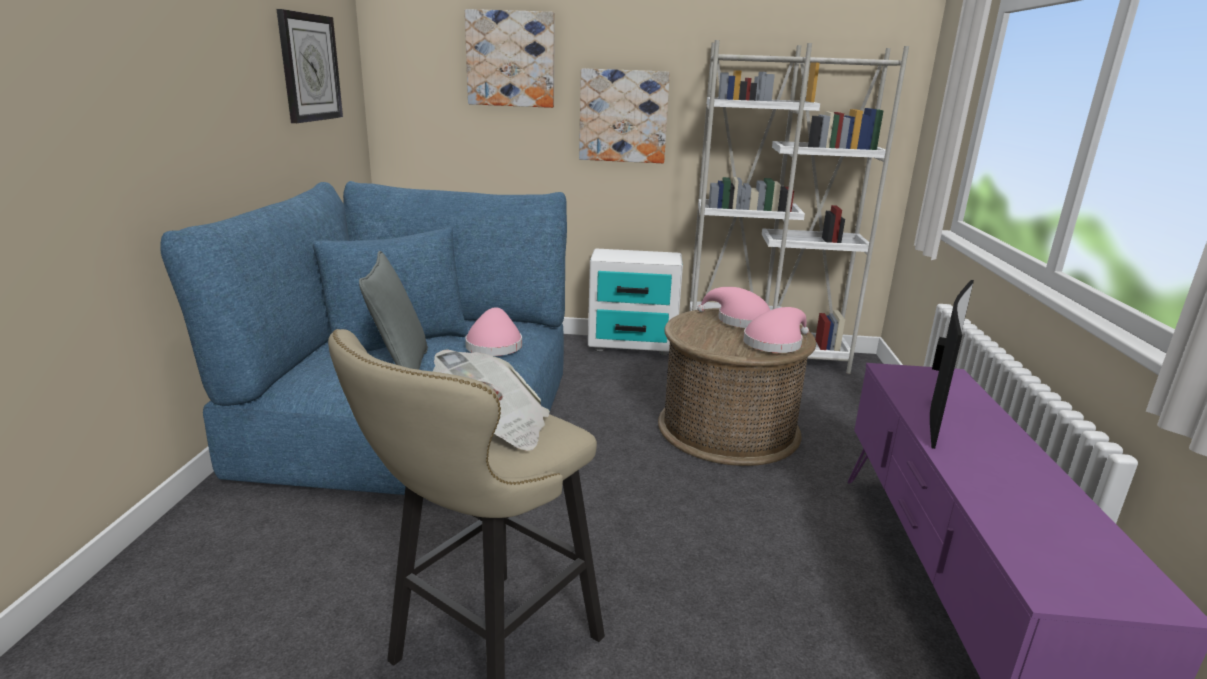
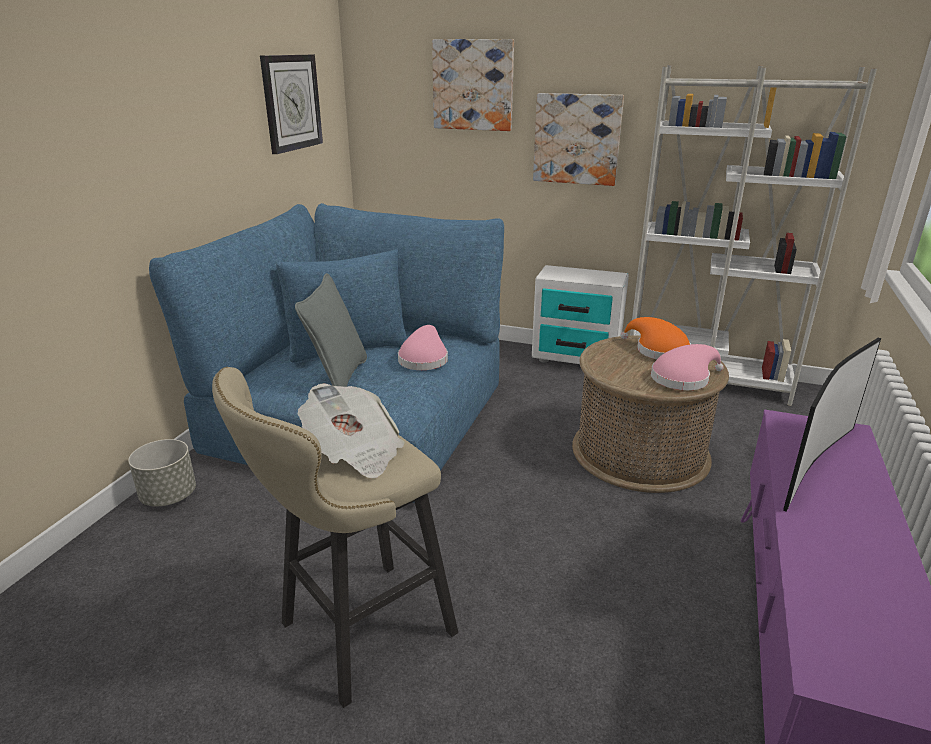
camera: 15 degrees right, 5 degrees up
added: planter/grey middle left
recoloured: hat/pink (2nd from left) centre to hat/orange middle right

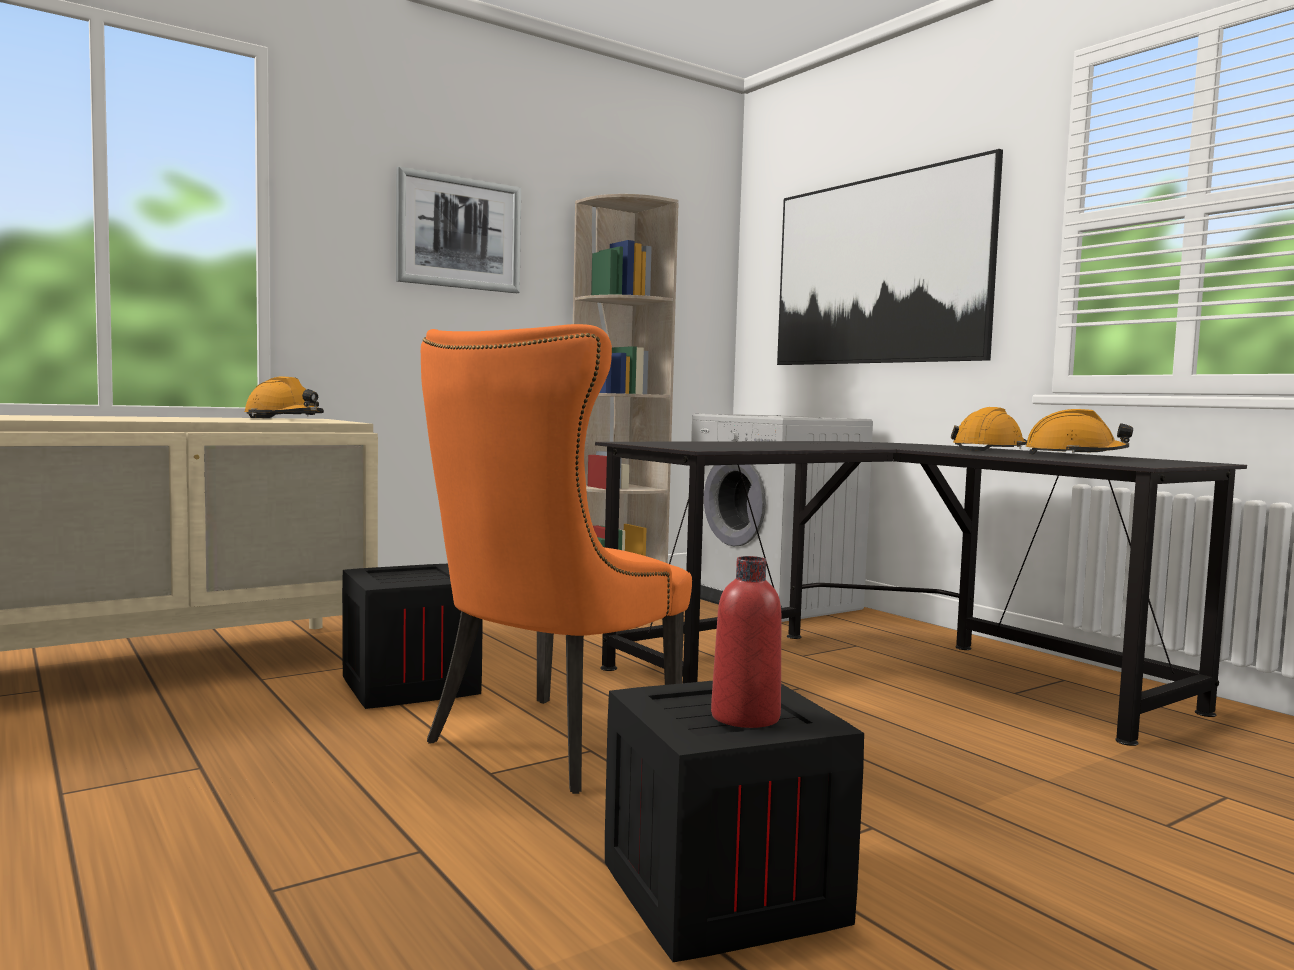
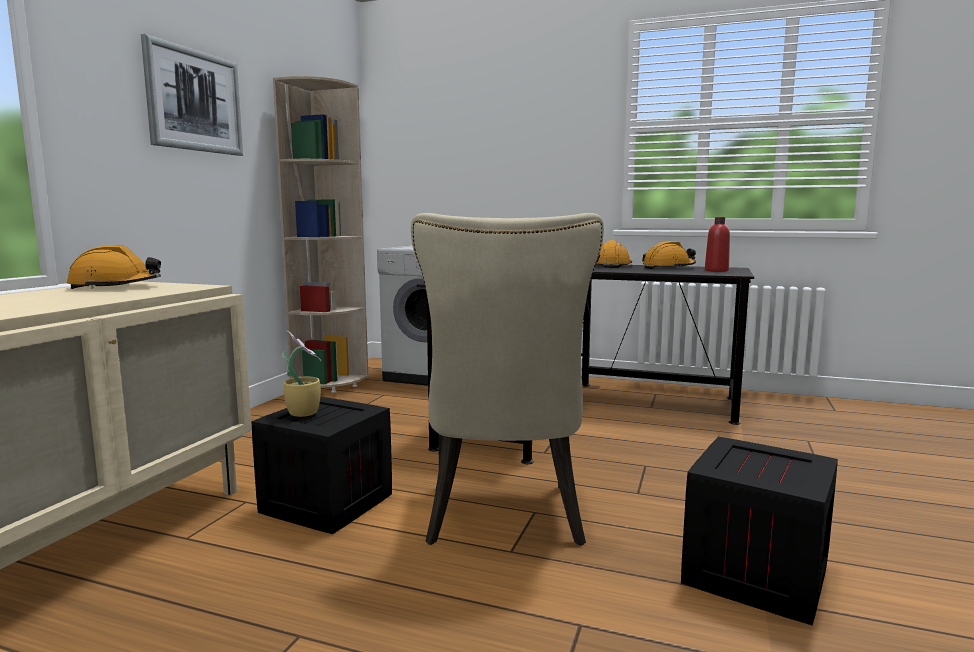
camera: 35 degrees left, 5 degrees up
removed: picture (2nd from left) top right
added: potted plant middle left
moved: bottle/red centre to middle right
recoloured: chair/orange centre to chair/beige centre

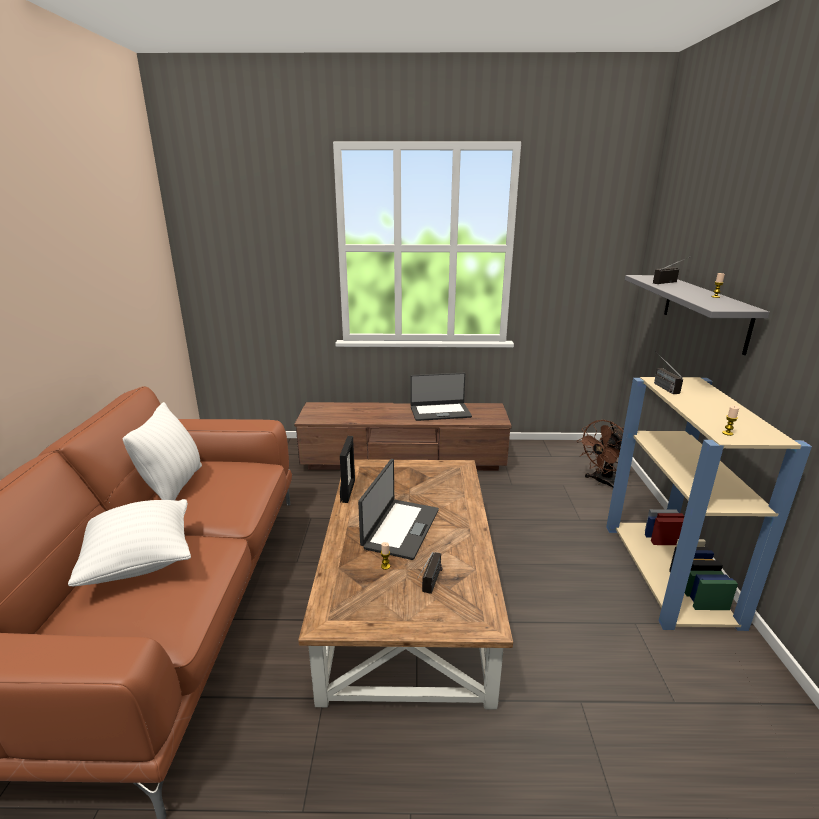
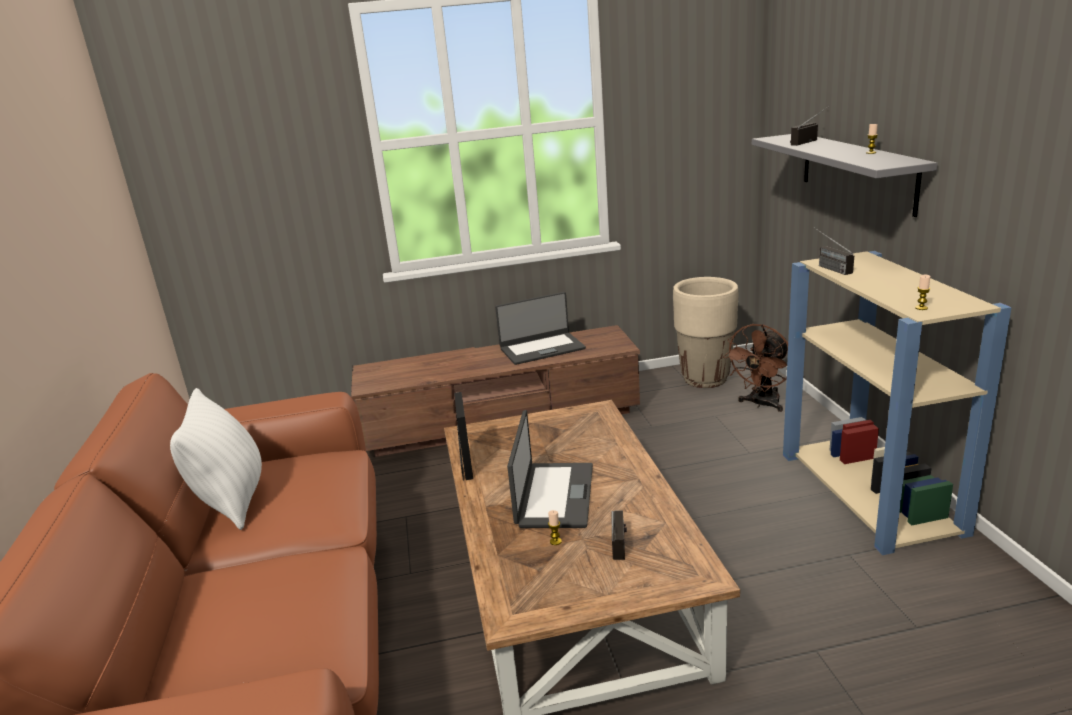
camera: 10 degrees left, 0 degrees up
removed: pillow/white (1st from left) middle left
added: planter/beige centre

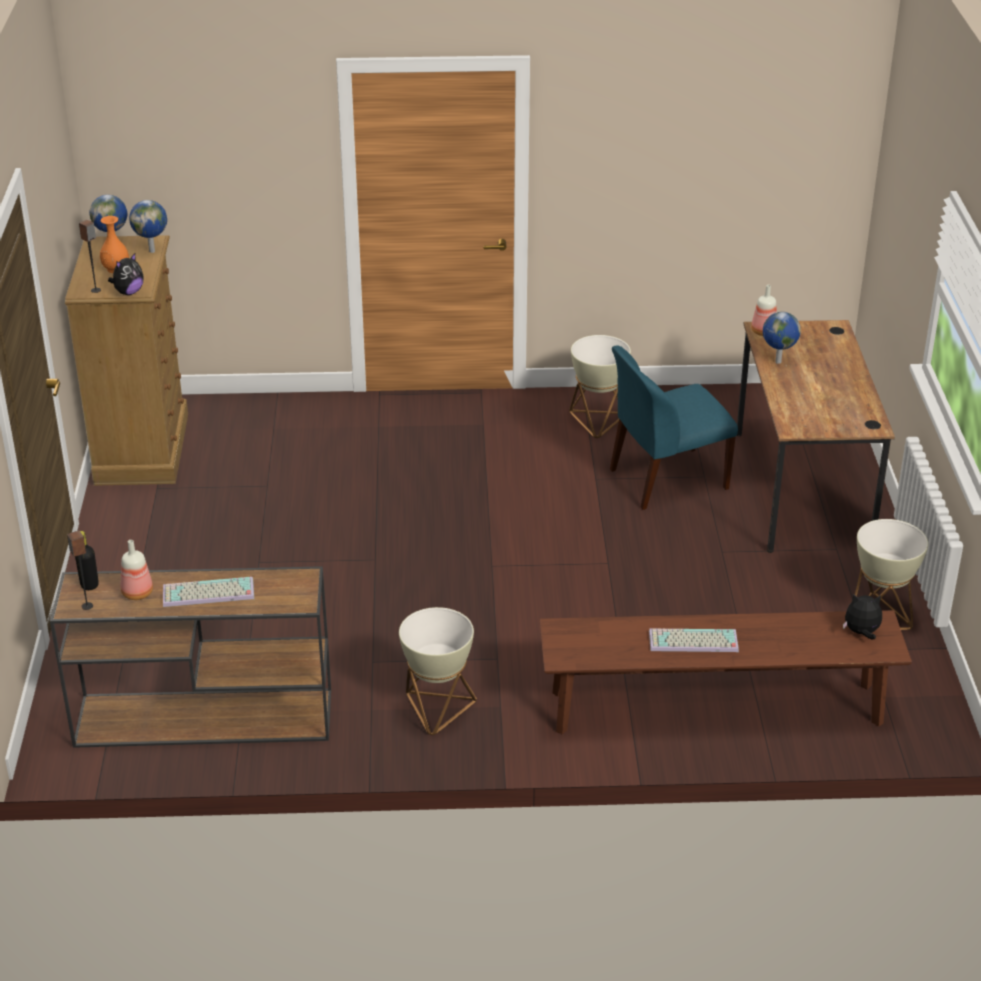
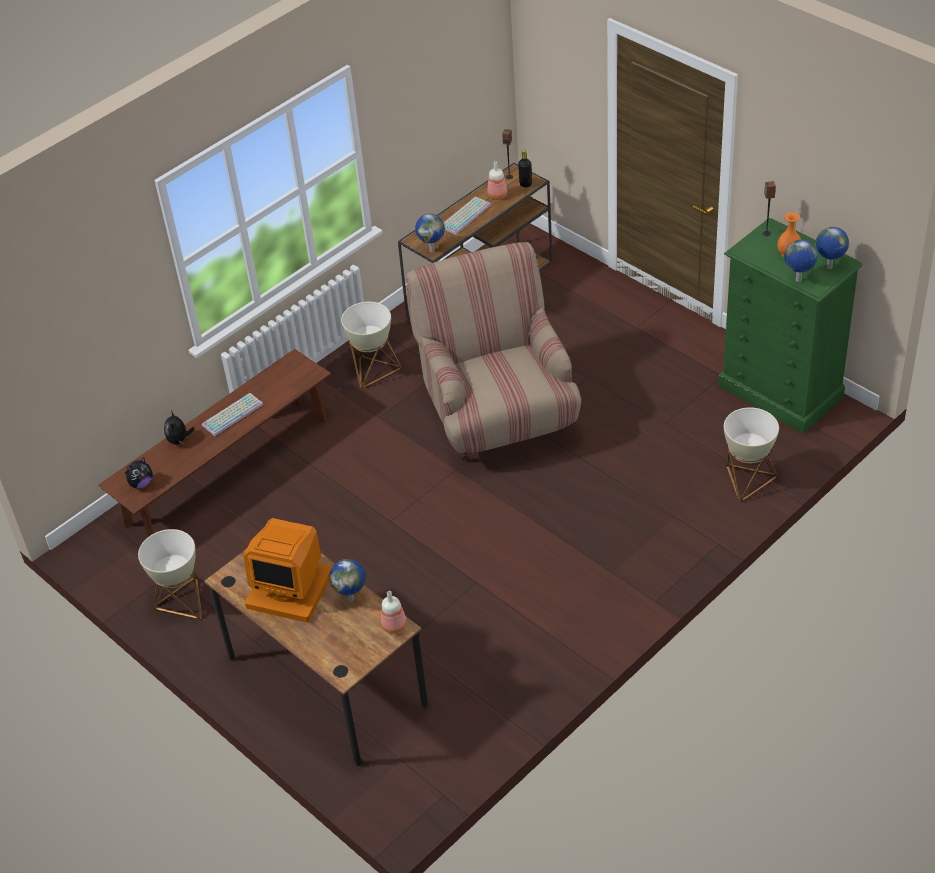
camera: 140 degrees right, 10 degrees up
removed: chair/blue middle right
added: monitor middle left; armchair/beige centre; globe (2nd from left) top centre
moved: plush toy (1st from left in the first image) top left to plush toy (2nd from left) middle left; planter (2nd from left in the first image) centre to planter (3rd from left) middle right
recoloured: dresser/brown middle left to dresser/green middle right

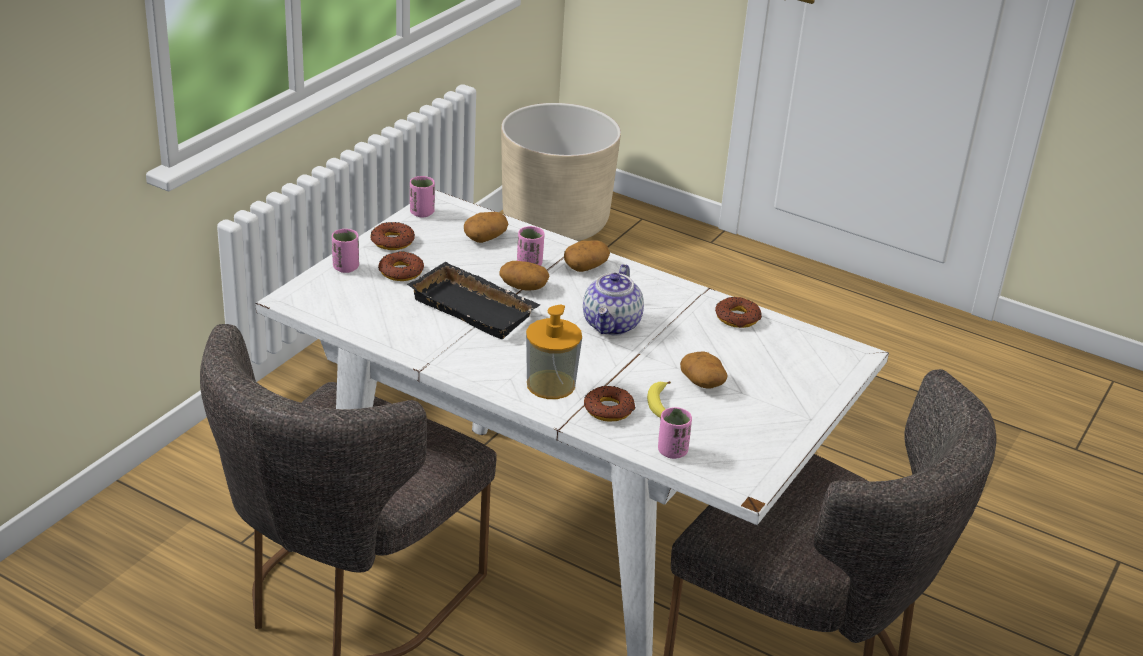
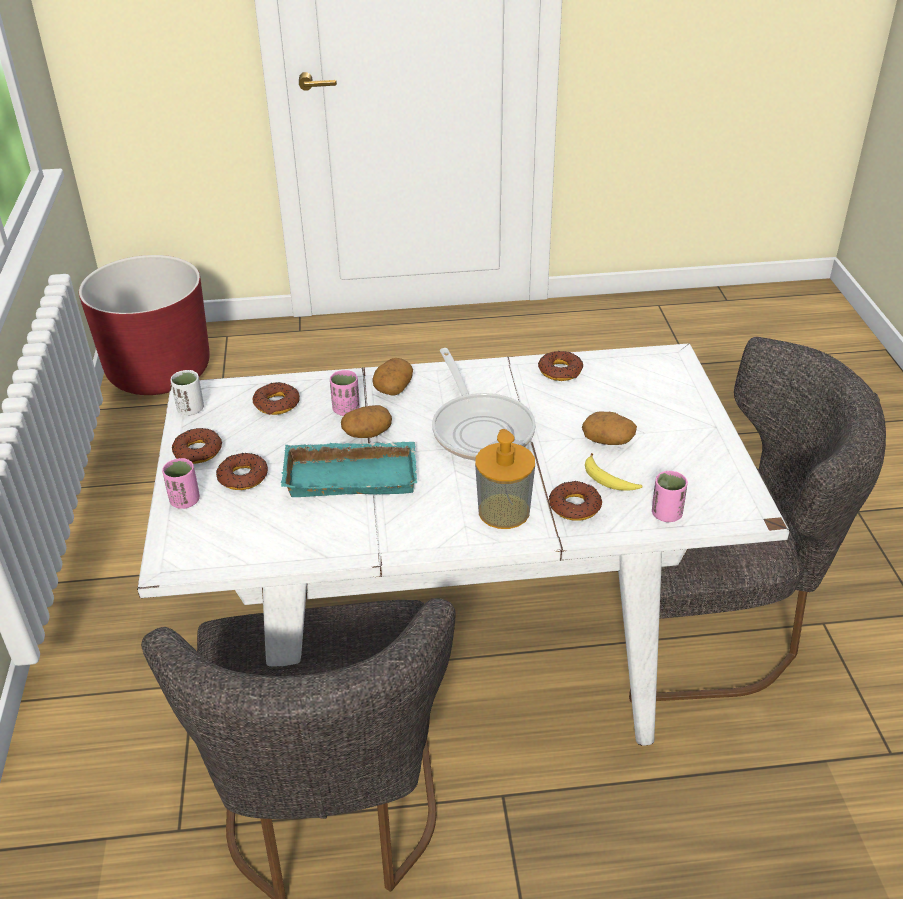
camera: 35 degrees left, 5 degrees up
replaced: potato (1st from left) centre to donut (3rd from left) middle left; teapot centre to frying pan centre
recoloured: planter/beige top centre to planter/red middle left; cup/pink (2nd from left) top centre to cup/white middle left; tray/black centre to tray/turquoise centre

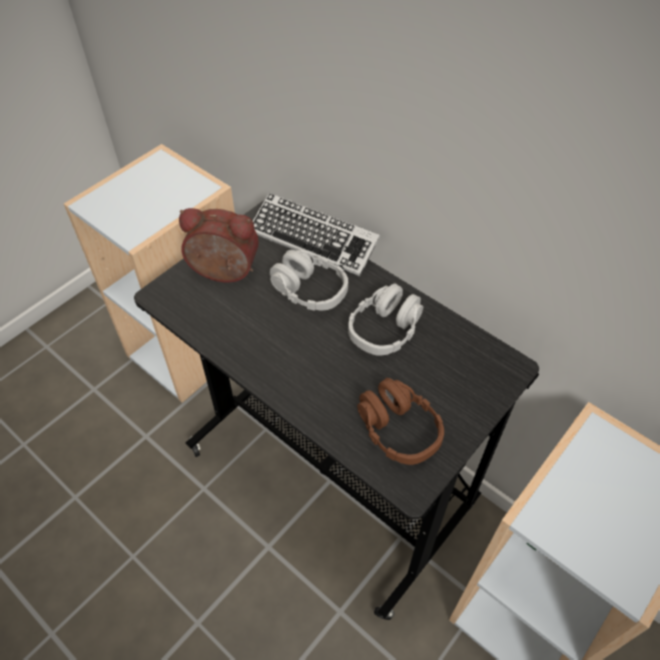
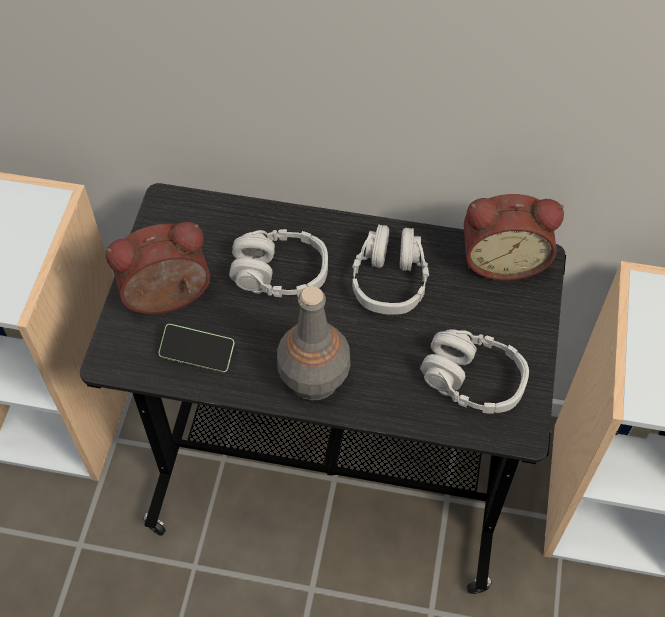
camera: 30 degrees left, 5 degrees up
removed: keyboard centre
added: phone middle left; bottle/grey centre; alarm clock (2nd from left) middle right
recoloured: headphones/brown centre to headphones/grey (3rd from left) middle right

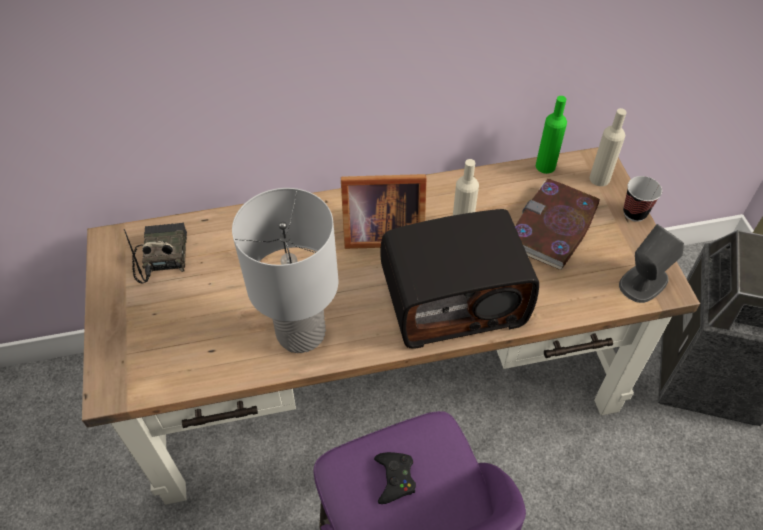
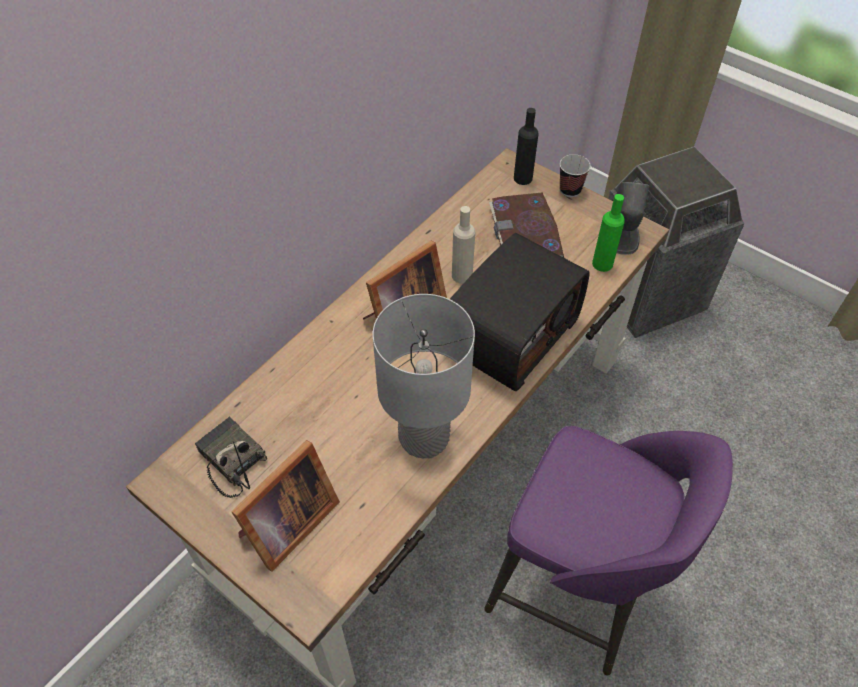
camera: 40 degrees left, 0 degrees up
removed: game controller/black bottom centre
added: picture frame (1st from left) bottom left
moved: bottle/green top right to middle right
recoloured: bottle/beige (2nd from left) top right to bottle/black top centre

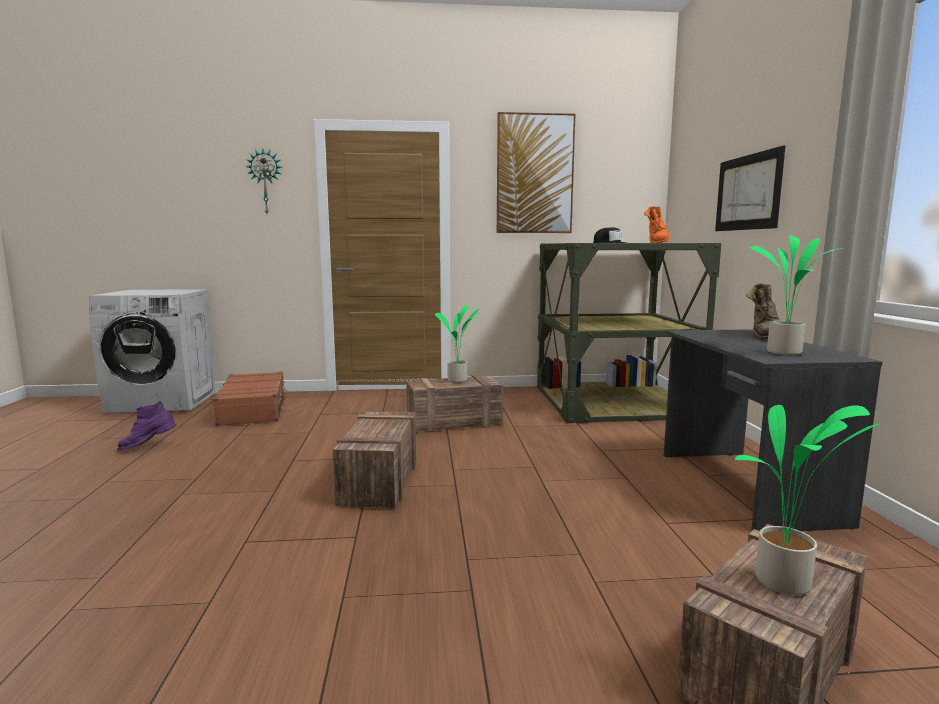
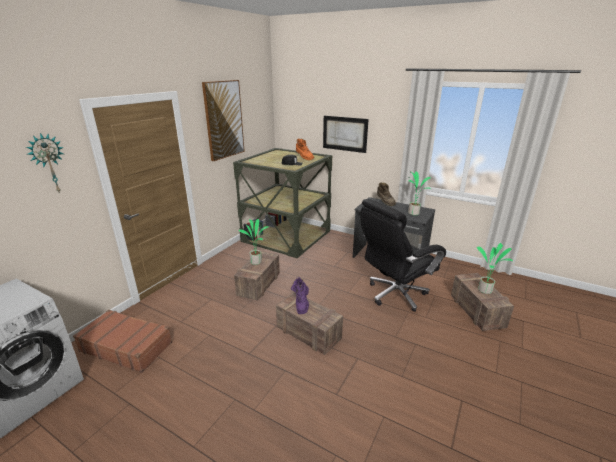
camera: 55 degrees left, 15 degrees up
added: office chair/black centre
moved: boot/purple middle left to centre

